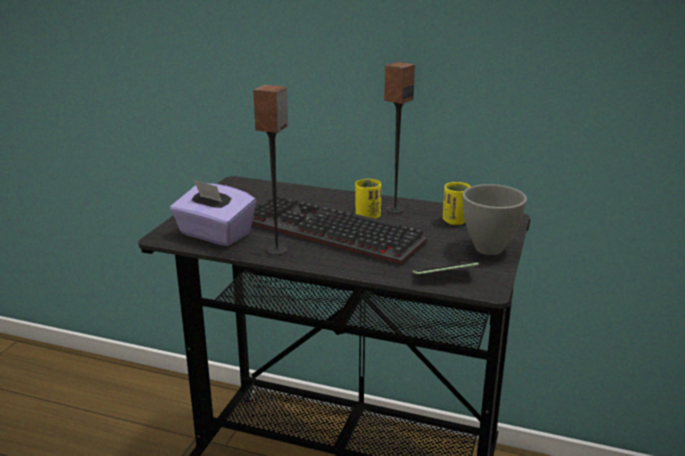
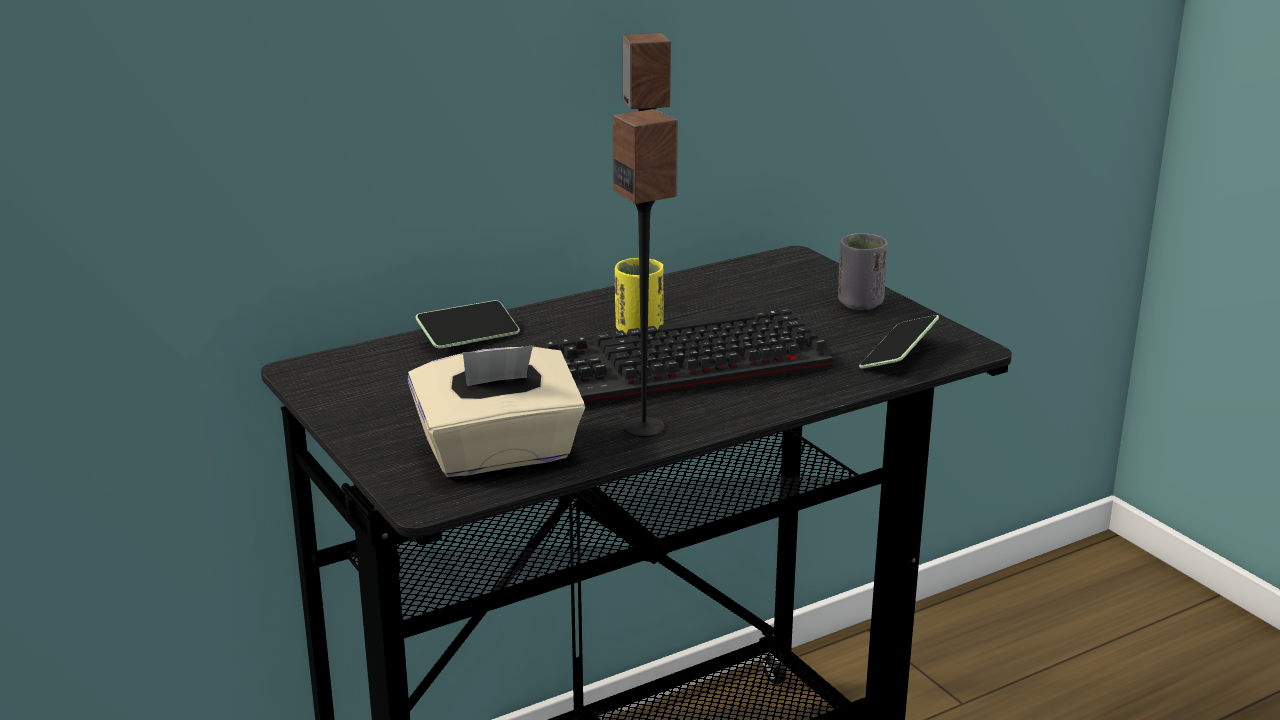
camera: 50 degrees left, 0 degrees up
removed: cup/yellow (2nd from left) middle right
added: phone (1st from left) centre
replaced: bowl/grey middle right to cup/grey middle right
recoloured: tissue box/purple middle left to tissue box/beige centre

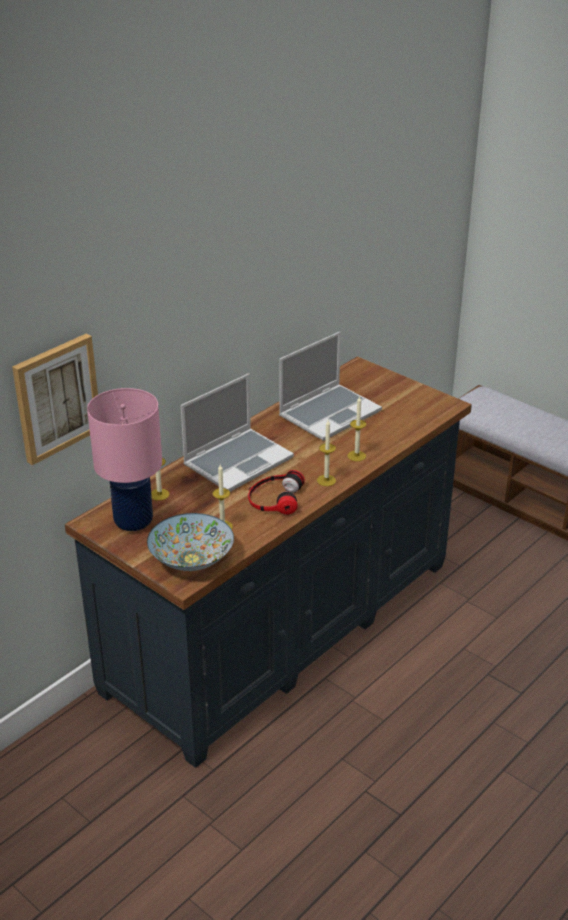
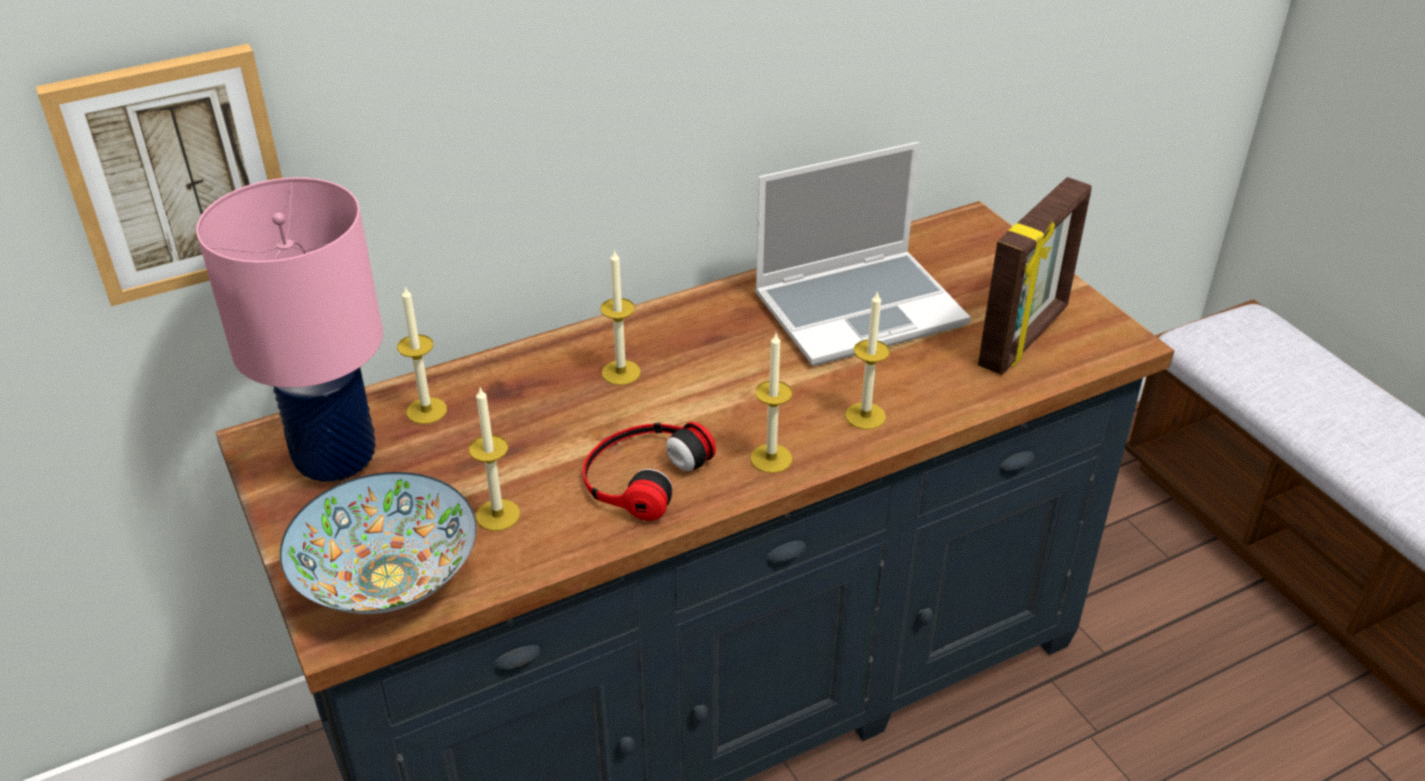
camera: 20 degrees right, 5 degrees up
added: picture frame middle right
replaced: laptop (1st from left) centre to candle (3rd from left) centre

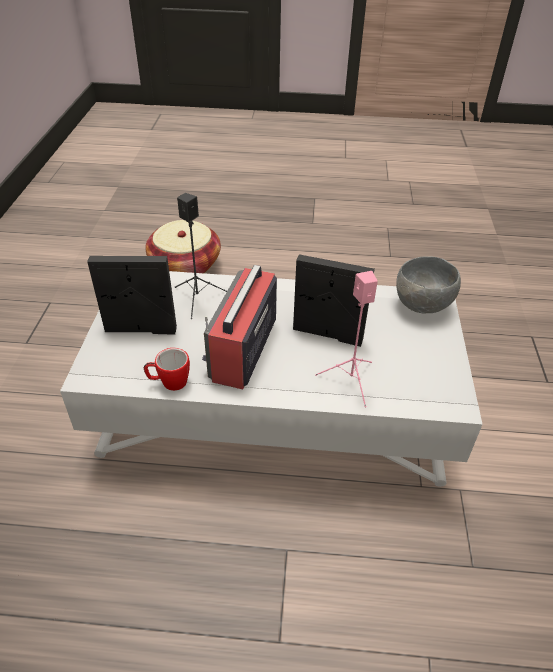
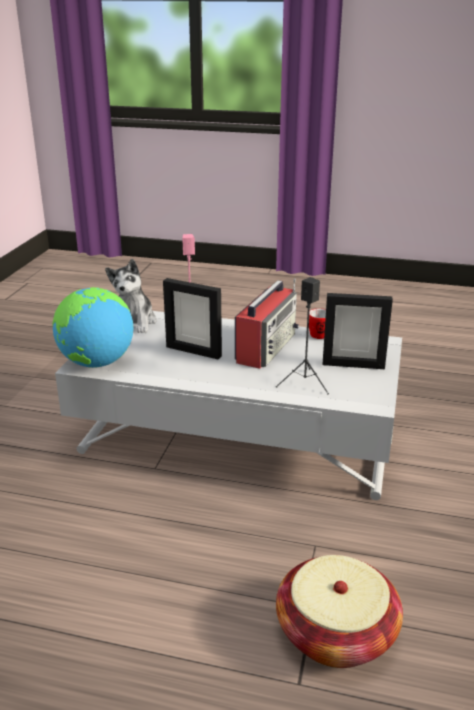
camera: 170 degrees left, 15 degrees down
added: plush toy middle left
replaced: bowl/grey middle right to globe middle left

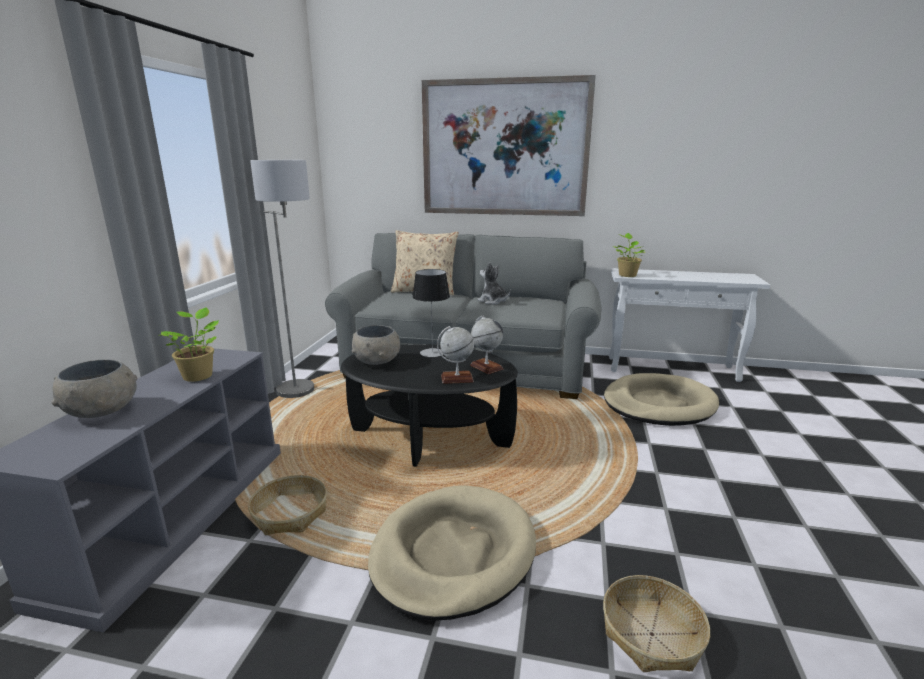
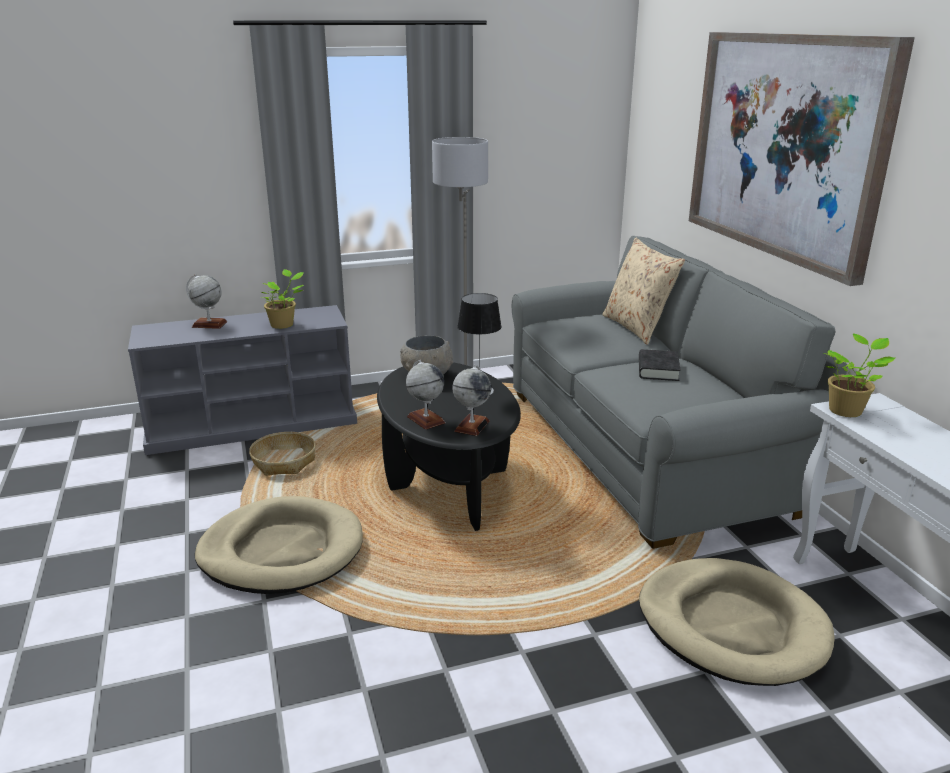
camera: 60 degrees right, 5 degrees up
removed: basket (2nd from left) bottom right
replaced: bowl/grey (1st from left) middle left to globe (1st from left) middle left; plush toy centre to book/black middle right

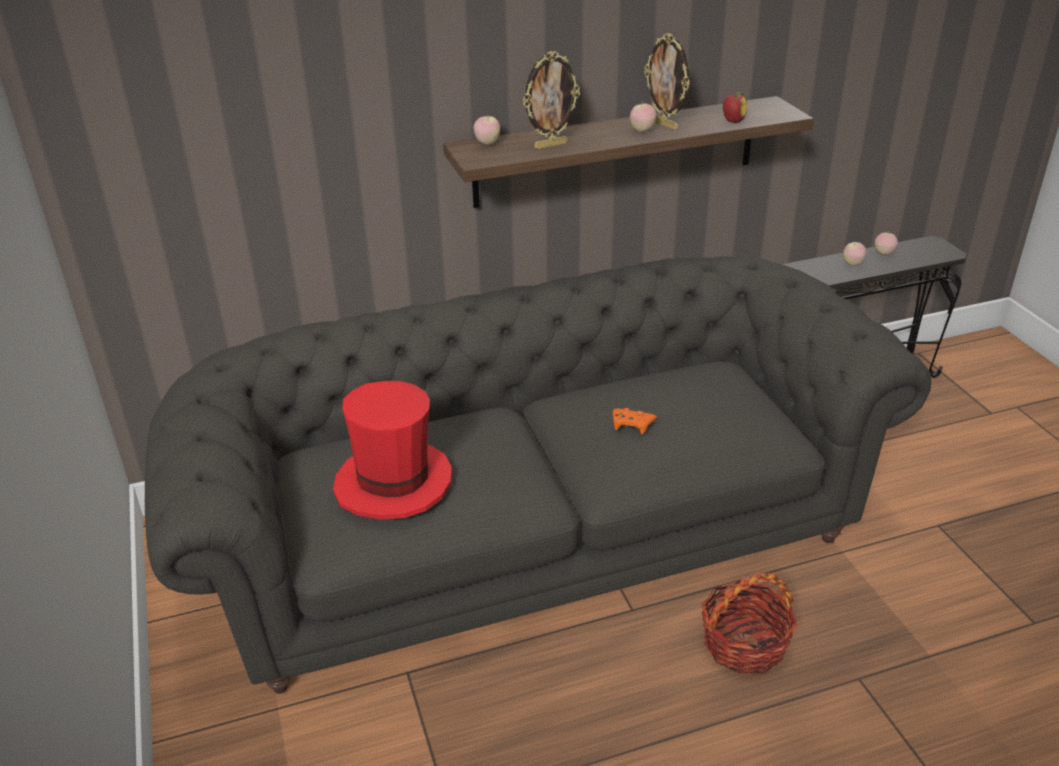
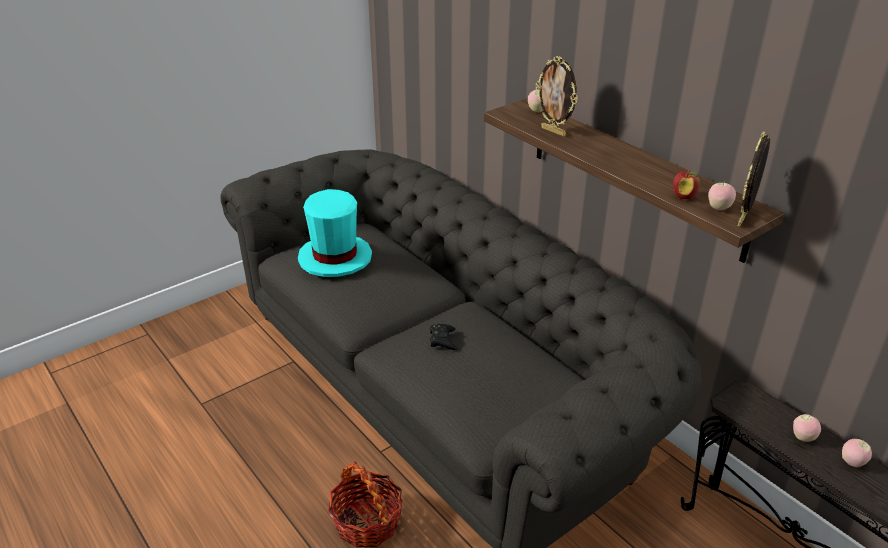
camera: 70 degrees right, 0 degrees up
moved: apple (2nd from left in the first image) top centre to apple (3rd from left) middle right; picture frame (2nd from left) top centre to top right
recoloured: hat/red centre to hat/turquoise centre; game controller/orange centre to game controller/black centre

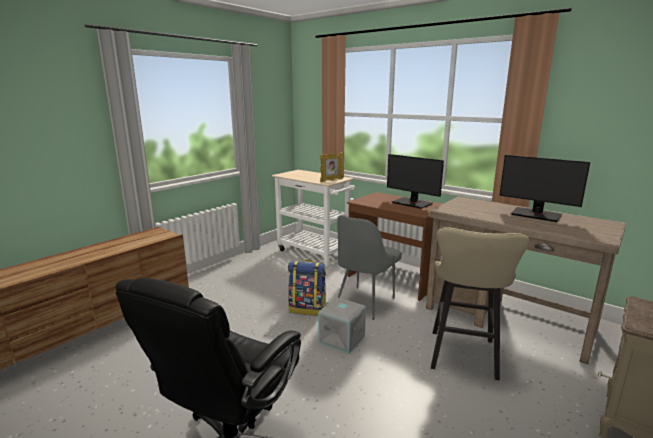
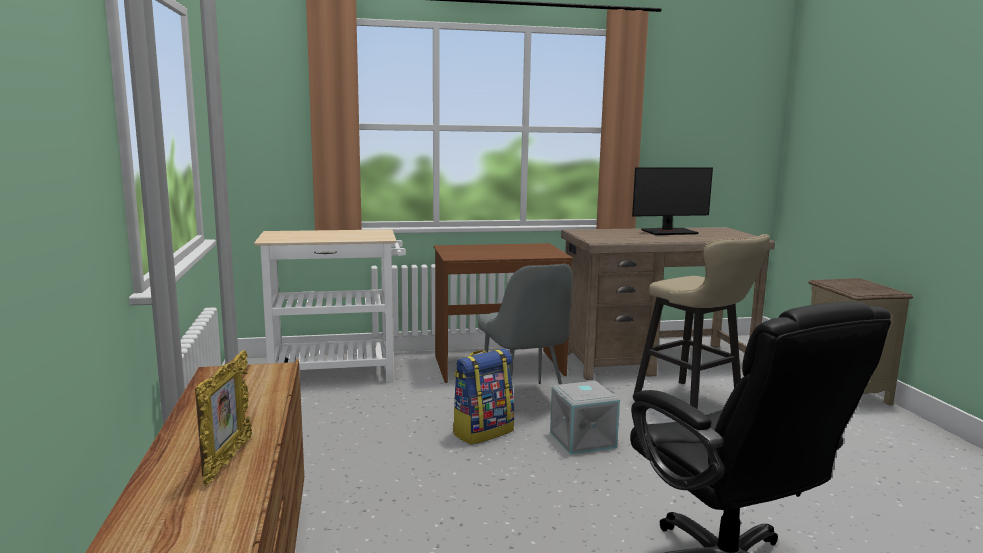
camera: 50 degrees left, 5 degrees down
removed: monitor (1st from left) centre
moved: picture frame centre to bottom left

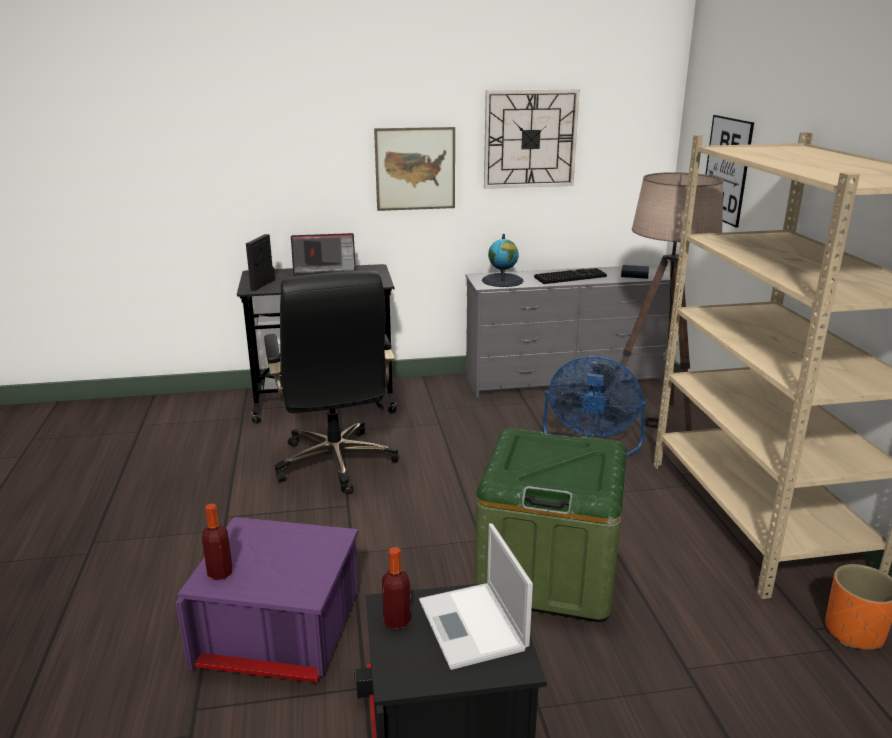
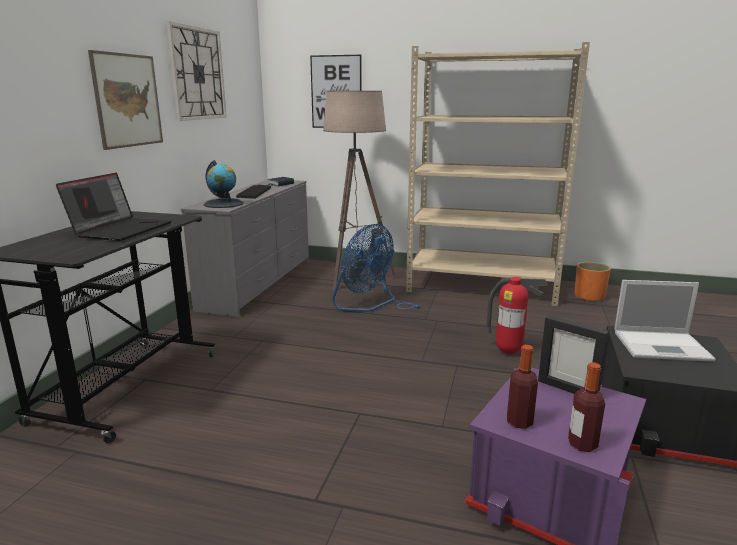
camera: 65 degrees left, 5 degrees down
removed: office chair/black centre
moved: bottle (2nd from left in the first image) bottom centre to bottle (1st from left) bottom right; picture frame middle left to middle right
replaced: storage box/green bottom centre to fire extinguisher middle right

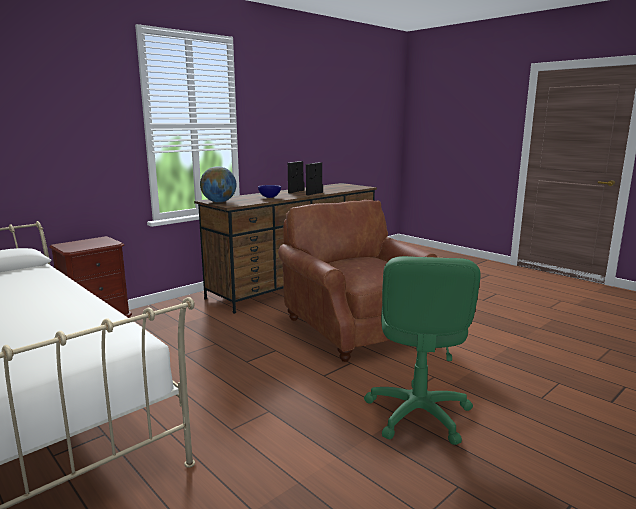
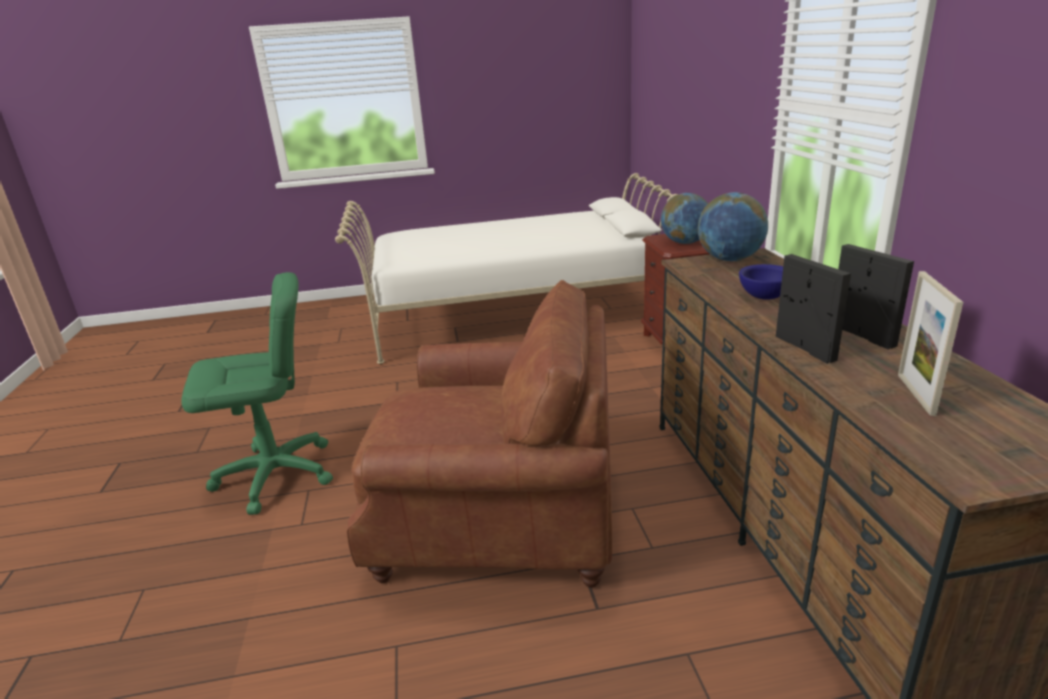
camera: 125 degrees right, 10 degrees up
added: globe (1st from left) top centre; picture frame (3rd from left) middle right
turned: office chair/green bottom centre = middle left 120 degrees clockwise

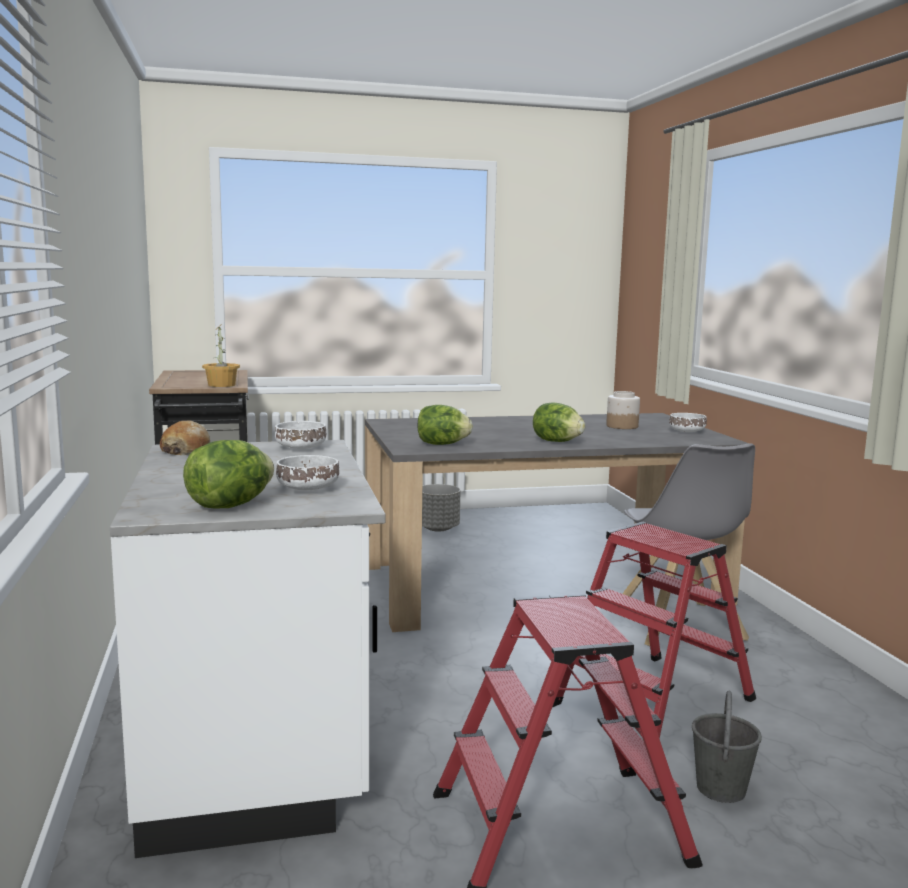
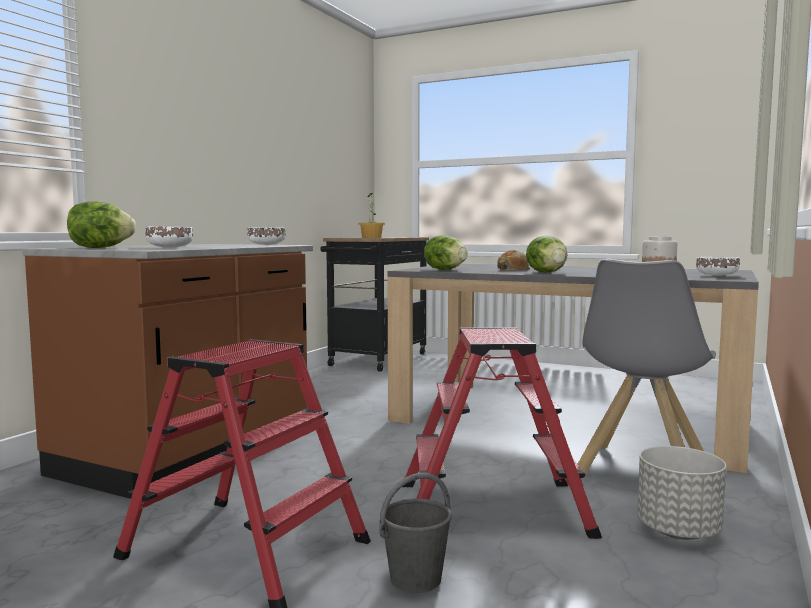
camera: 40 degrees right, 5 degrees down
moved: bread middle left to centre; planter/grey centre to bottom right
recoloured: counter/white bottom left to counter/brown middle left

